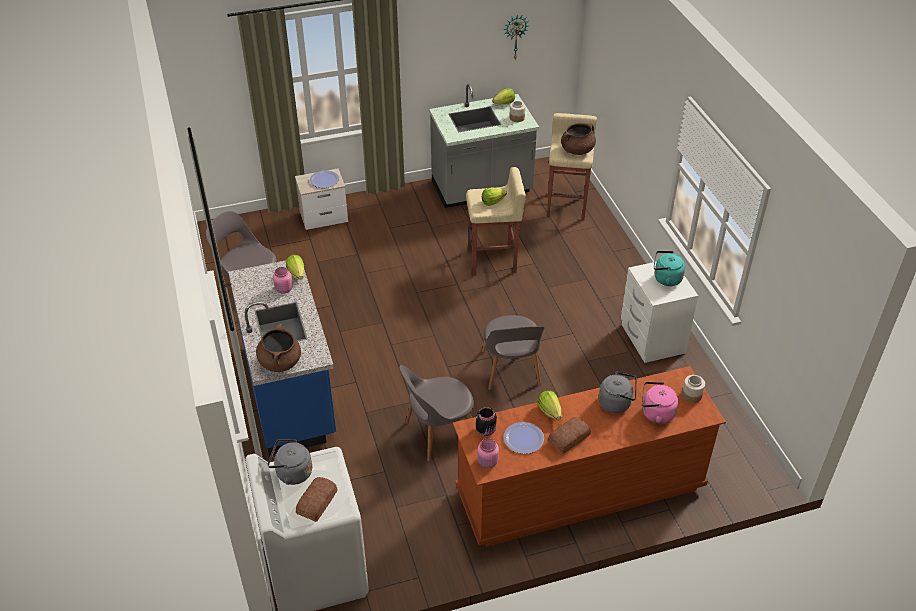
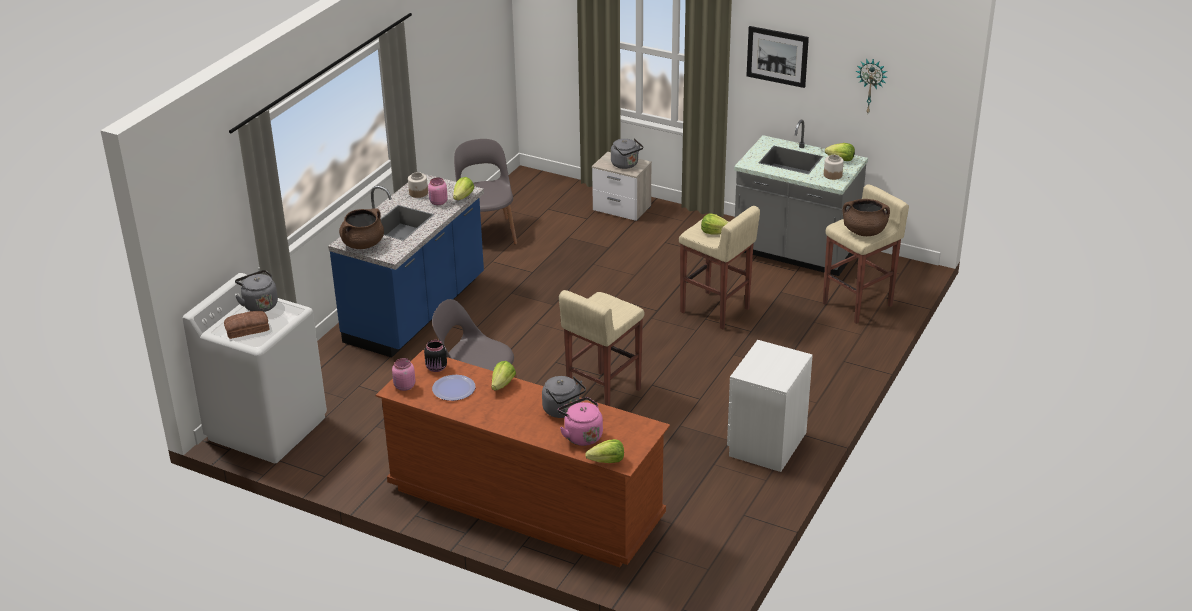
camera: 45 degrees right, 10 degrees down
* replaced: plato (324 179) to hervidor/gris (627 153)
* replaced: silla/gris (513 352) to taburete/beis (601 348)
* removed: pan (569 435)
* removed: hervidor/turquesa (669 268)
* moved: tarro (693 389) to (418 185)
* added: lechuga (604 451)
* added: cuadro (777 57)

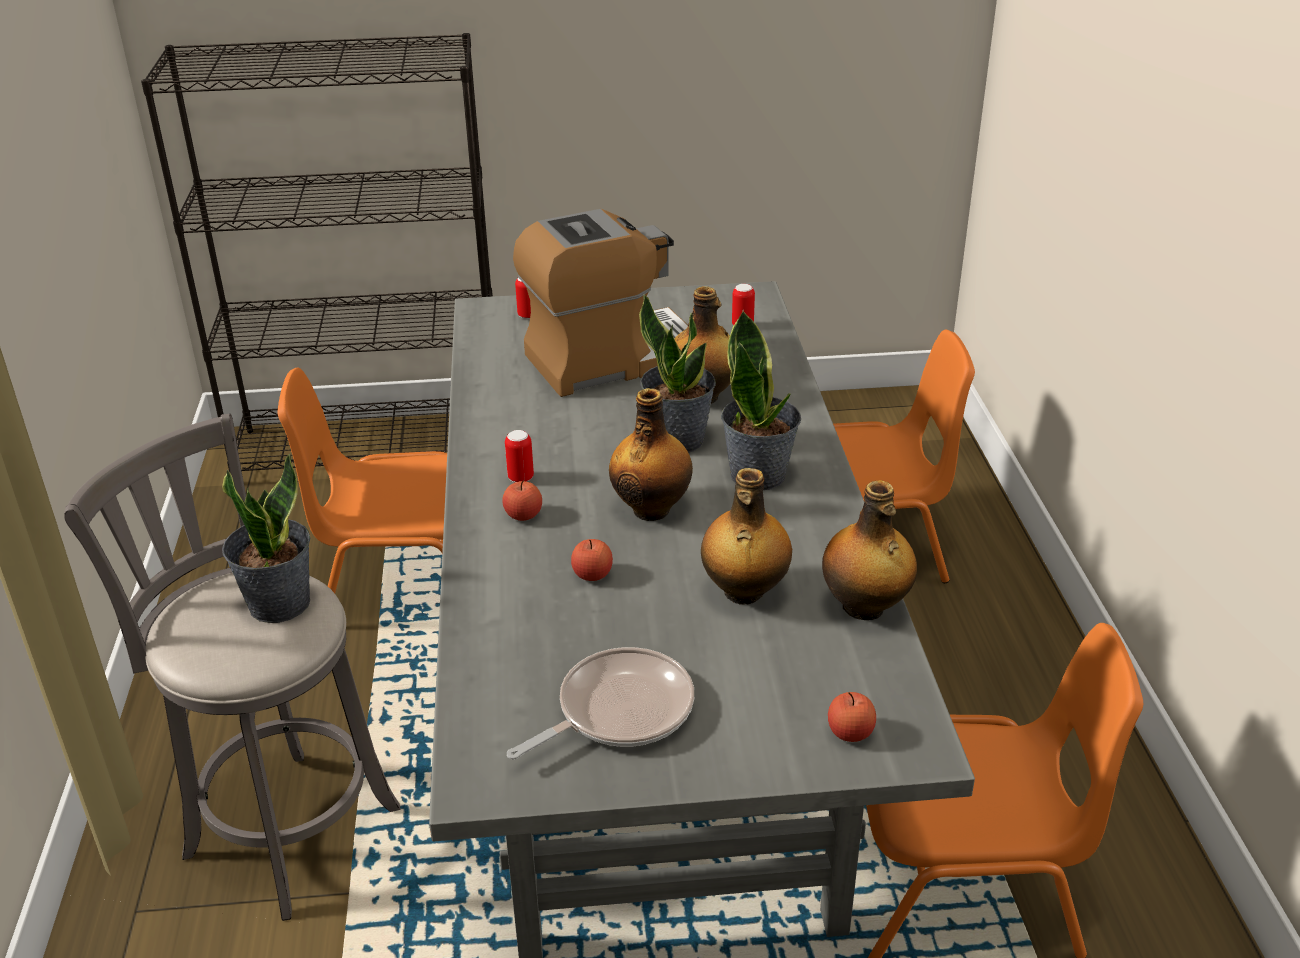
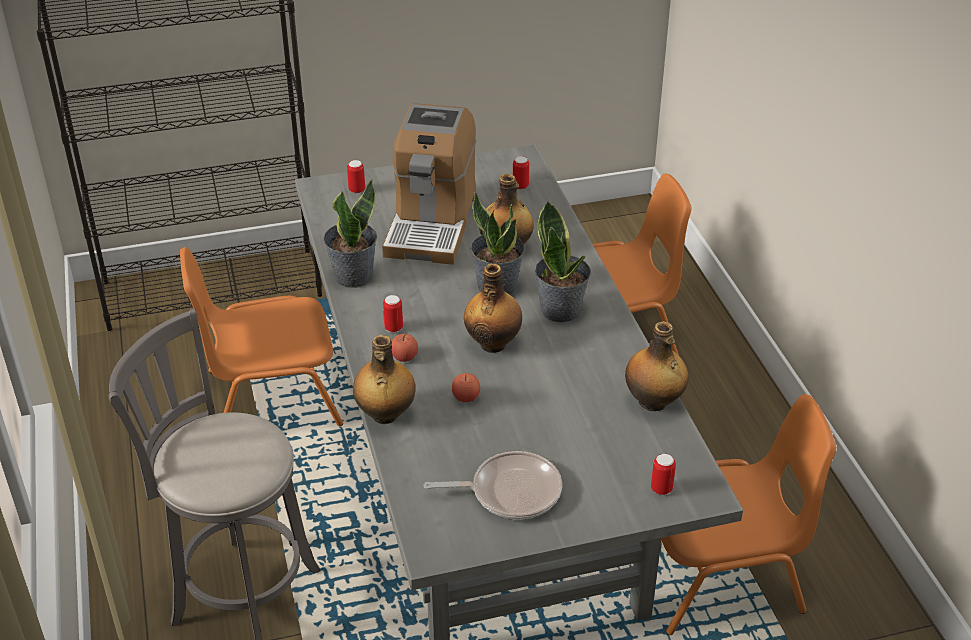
camera: 10 degrees left, 5 degrees up
* moved: planta en maceta (266 538) to (350 233)
* turned: sartén (600 703) = (493 485) 45 degrees clockwise
* turned: cafetera (600 303) = (429 184) 135 degrees clockwise
* moved: botella (746 536) to (384 379)
* replaced: manzana (852 717) to lata (663 474)

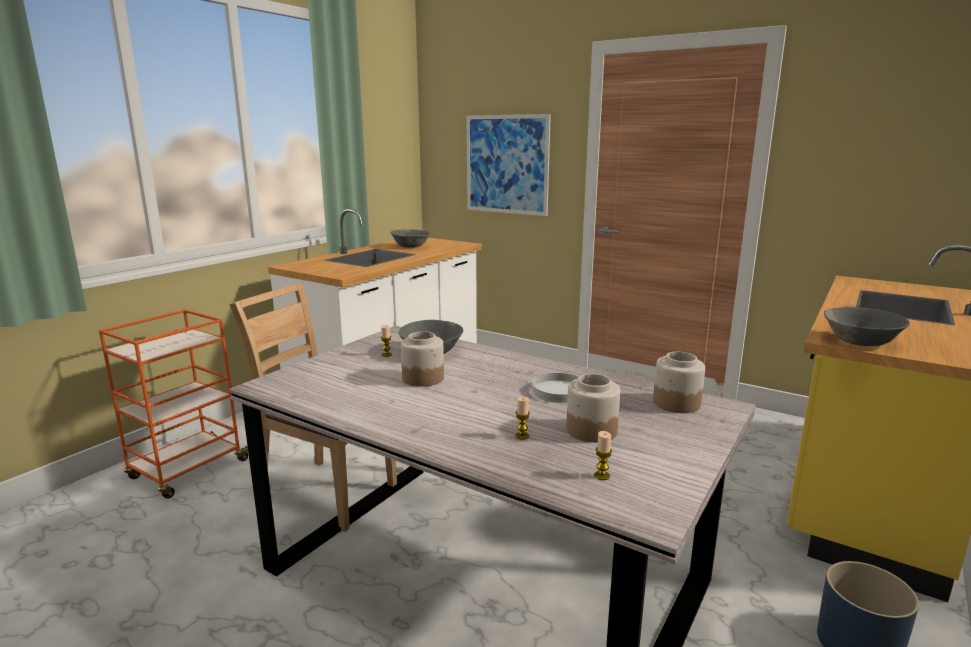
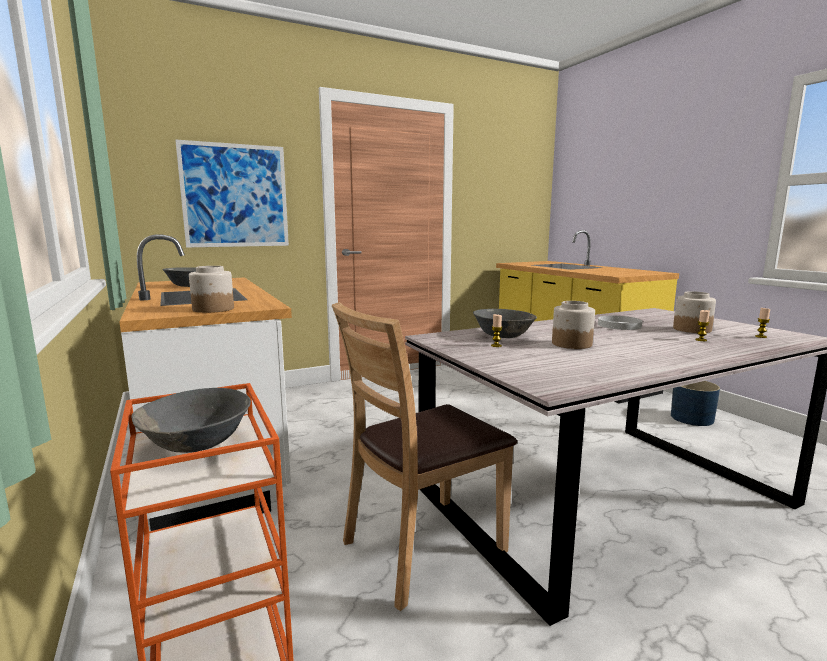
camera: 60 degrees left, 5 degrees down
* moved: tarro (679 382) to (211 289)
* moved: cuenco/gris (867 326) to (191 420)

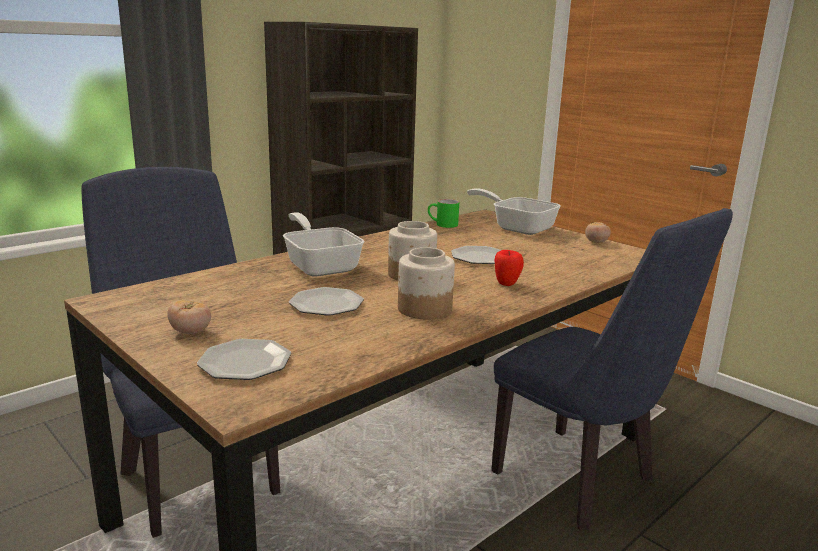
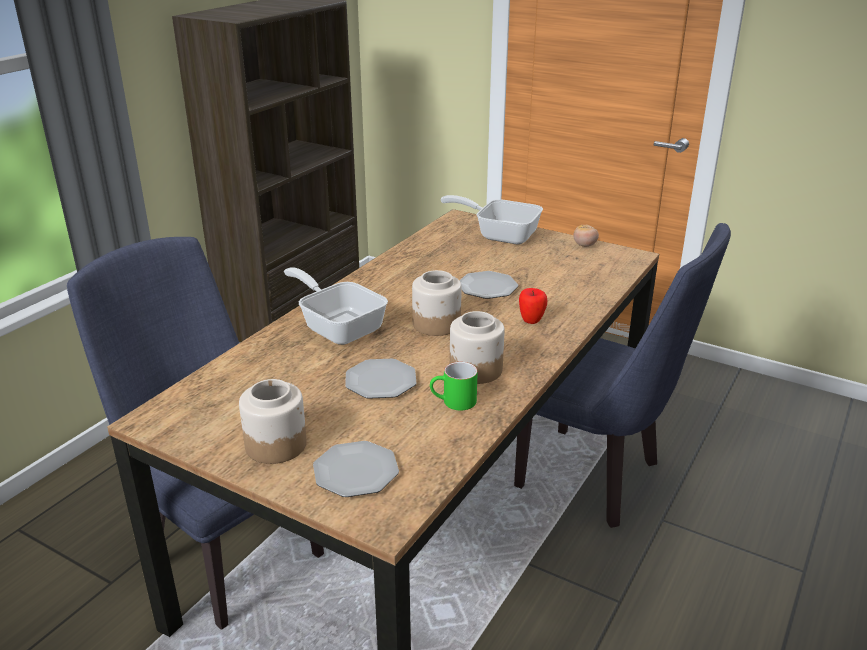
camera: 15 degrees left, 10 degrees up
* replaced: tomate (189 317) to tarro (273 421)
* moved: taza grande/verde (443 213) to (454 386)

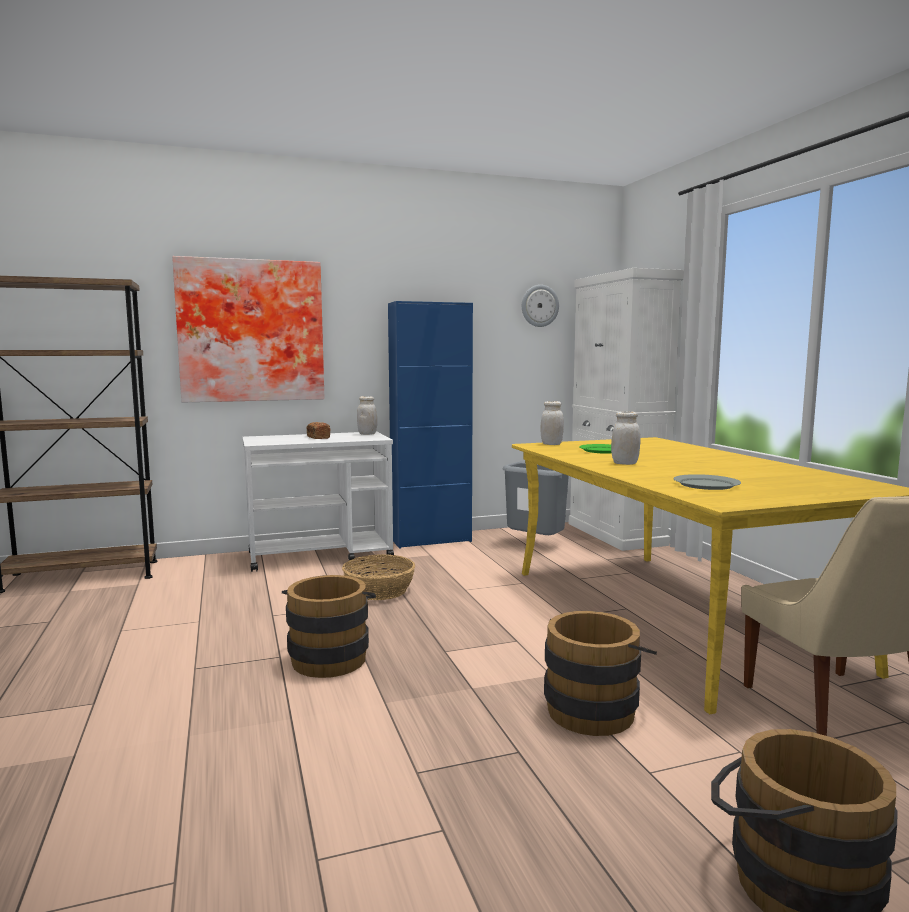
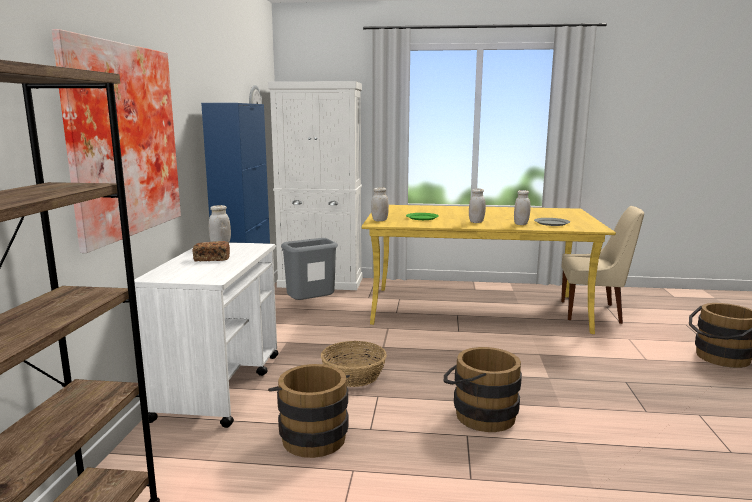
camera: 65 degrees left, 5 degrees up
* moved: cubo/marrón (600 673) to (309 411)
* added: tarro/blanco (522 207)

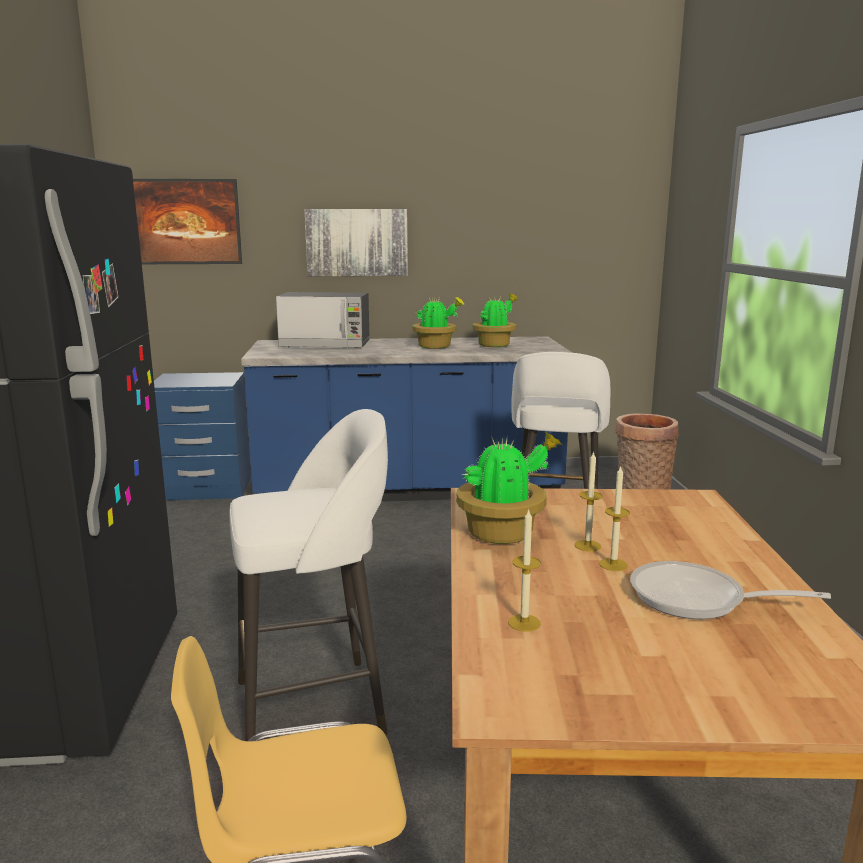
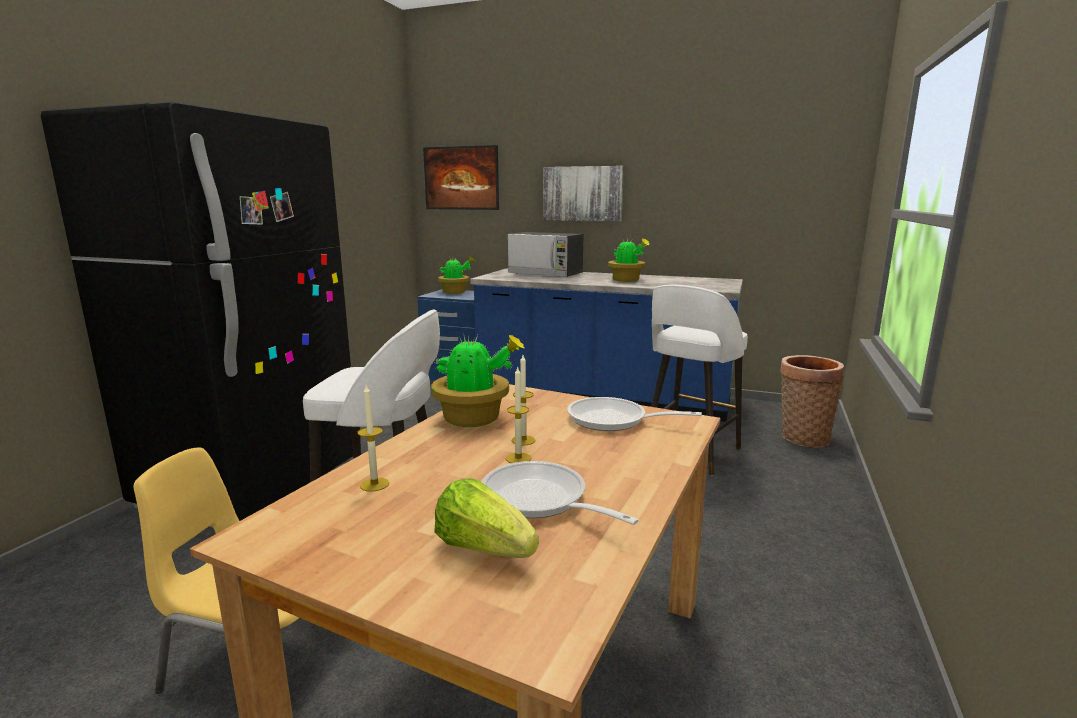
camera: 25 degrees right, 0 degrees up
* moved: planta en maceta (495 320) to (456 275)
* added: lechuga (486 518)
* added: sartén (634 414)

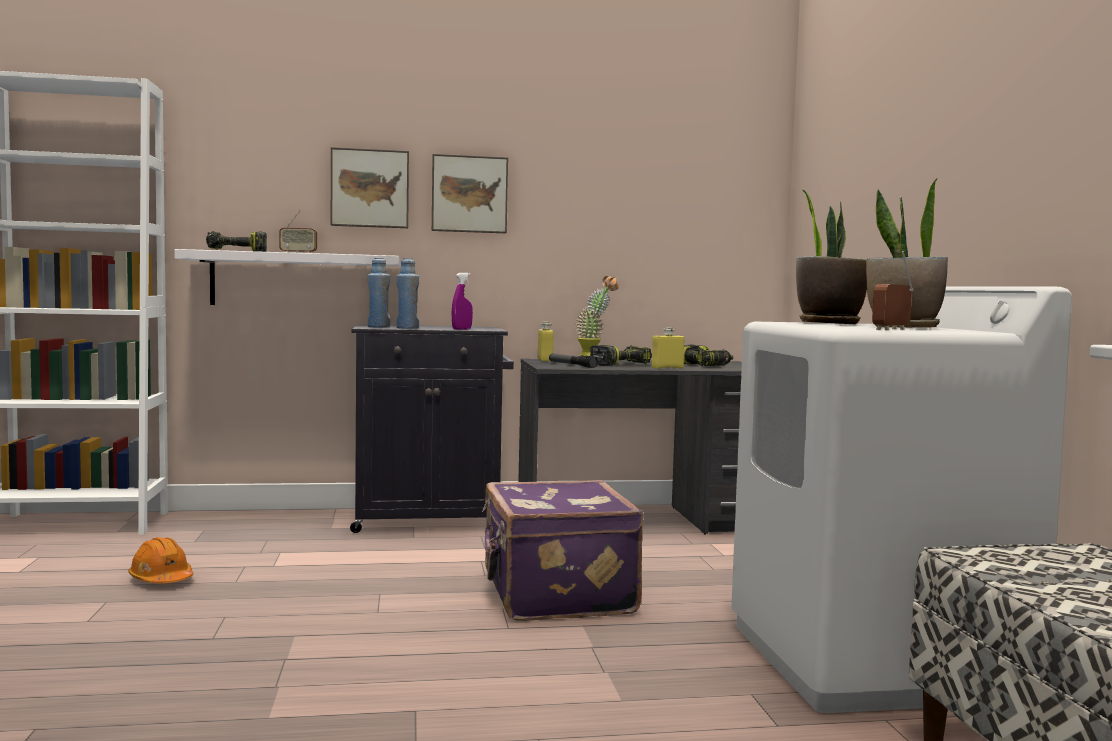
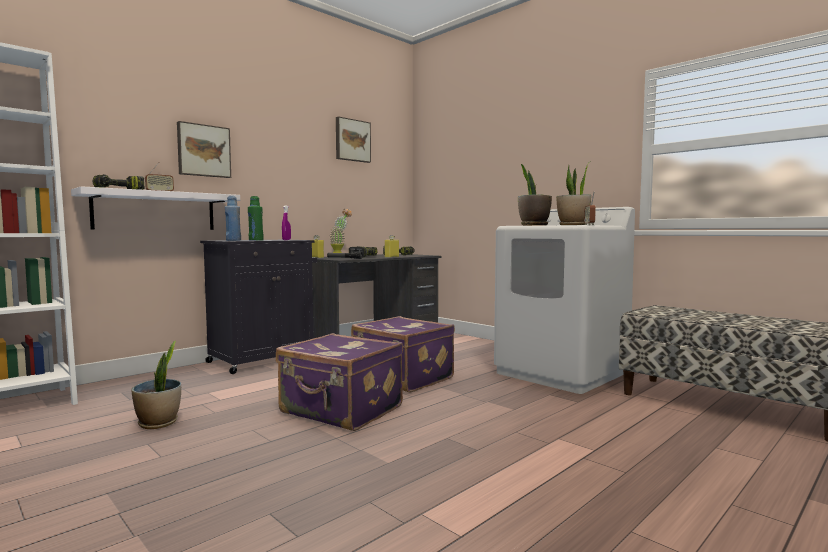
camera: 35 degrees left, 0 degrees up
* replaced: casco/naranja (160 560) to planta en maceta (156 385)
* recoloured: botella/azul (407 293) to botella/verde (256 218)
* moved: cuadro (470 193) to (353 139)
* added: maleta/morado (339 382)

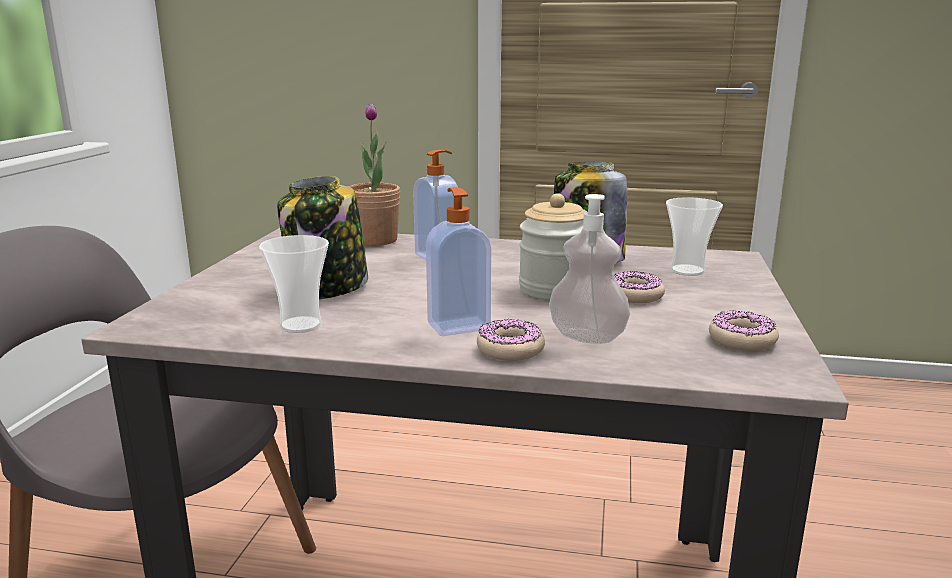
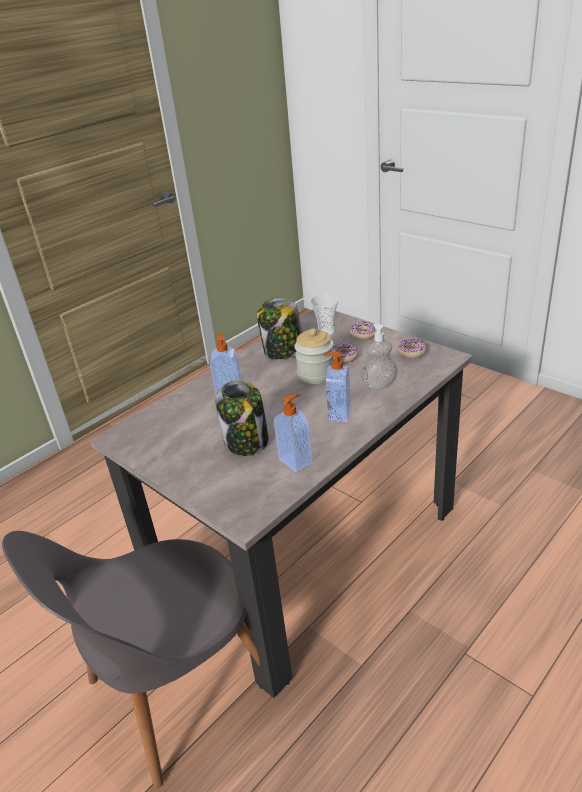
camera: 55 degrees left, 15 degrees up
* replaced: taza (294 284) to dispensador de jabón (293 433)
* removed: planta en maceta (374 174)
* moved: rosquilla (511 340) to (363 331)

